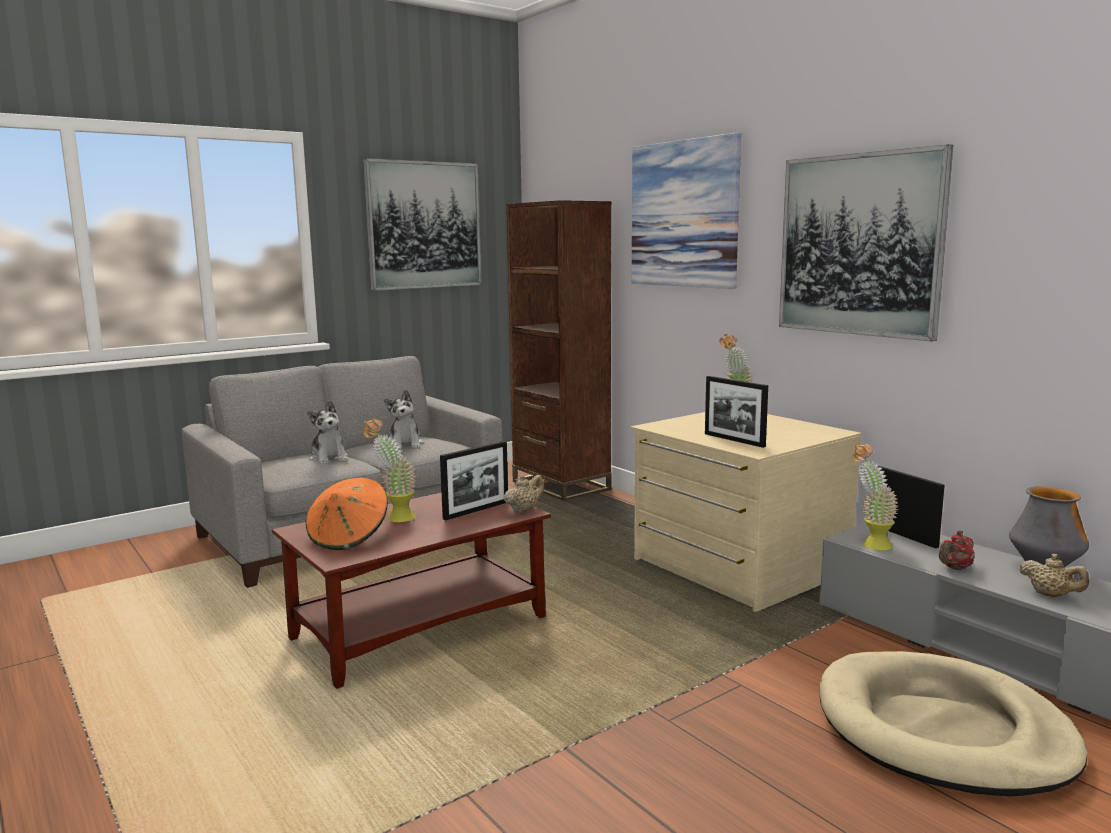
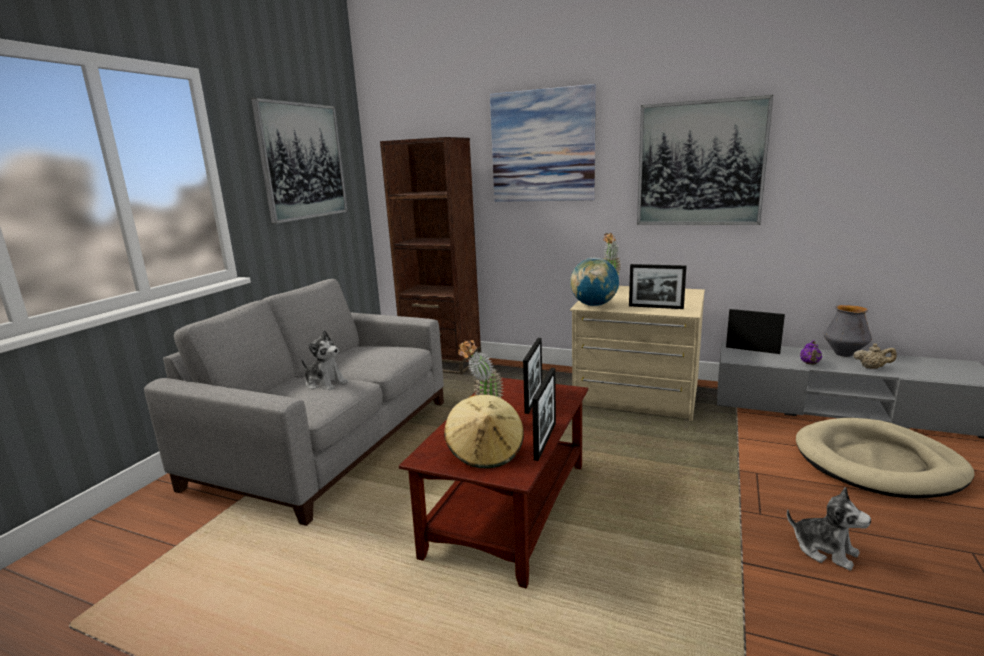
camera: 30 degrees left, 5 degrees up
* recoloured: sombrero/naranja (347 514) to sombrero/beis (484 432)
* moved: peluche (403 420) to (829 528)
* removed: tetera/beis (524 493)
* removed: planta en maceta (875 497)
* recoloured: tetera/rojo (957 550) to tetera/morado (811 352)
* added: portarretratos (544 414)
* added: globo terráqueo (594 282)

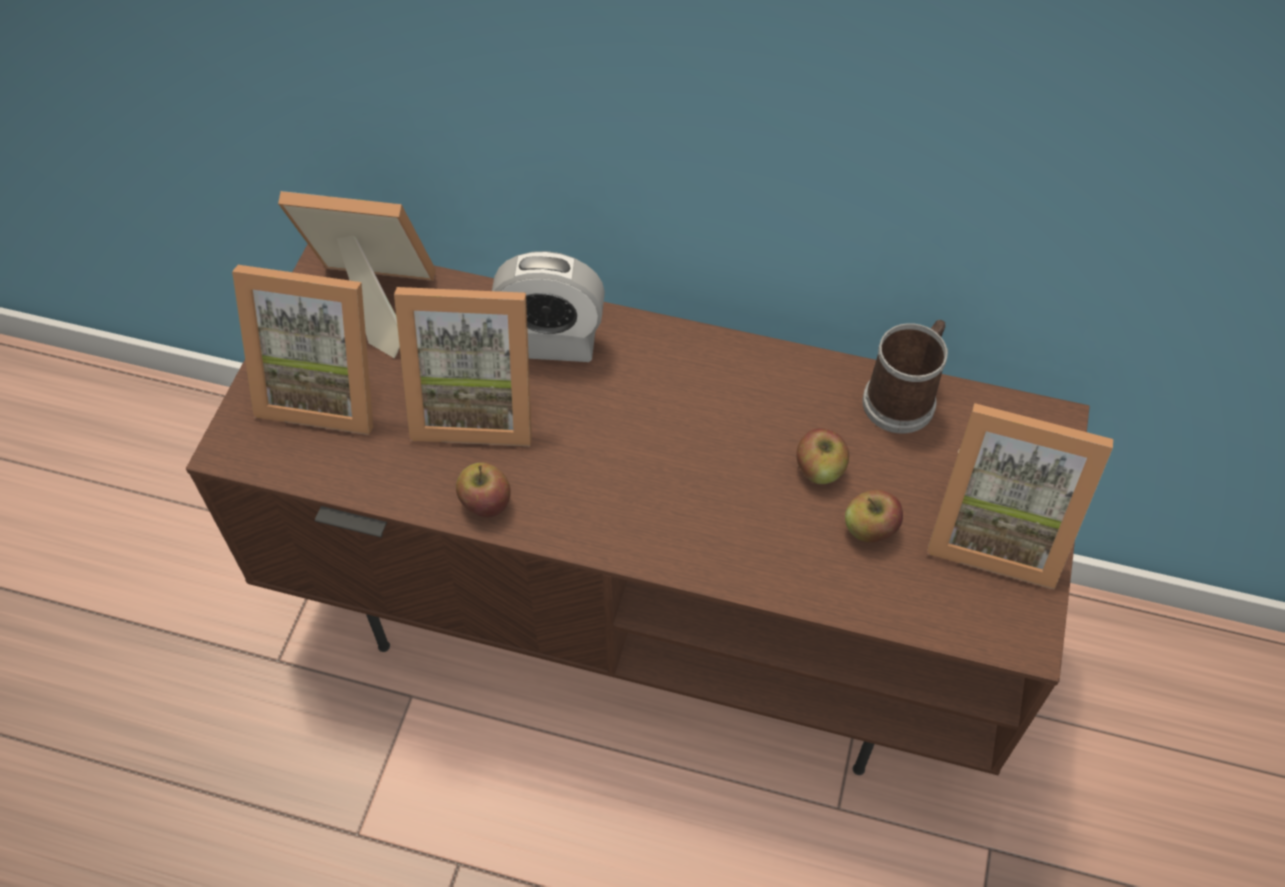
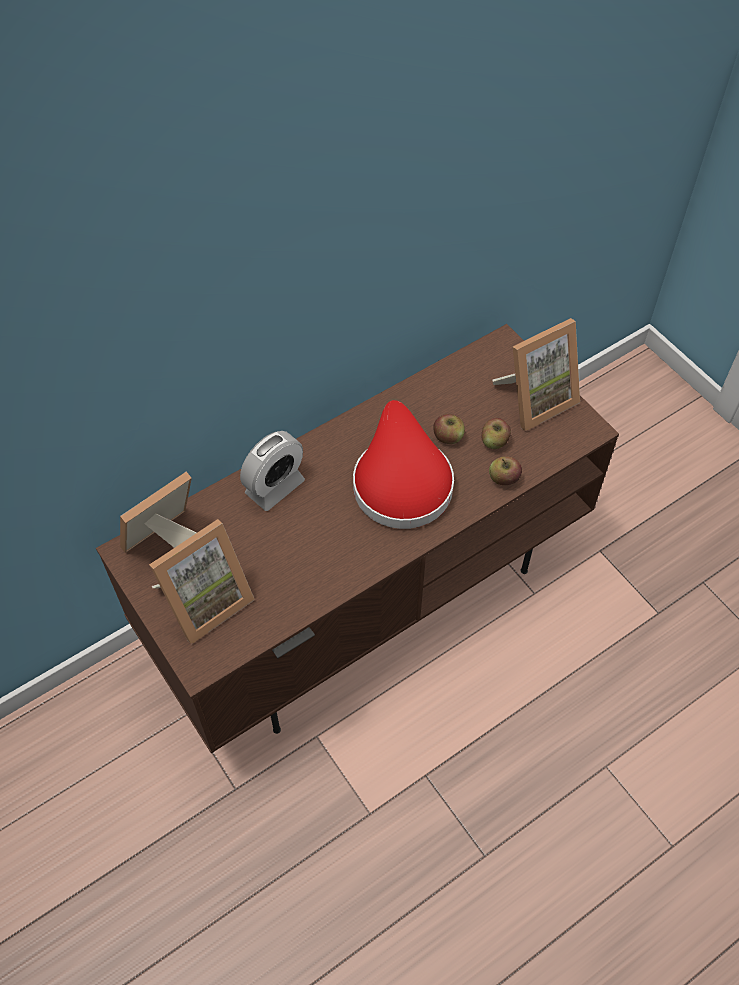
camera: 50 degrees left, 0 degrees up
* removed: portarretratos (463 366)
* moved: manzana (483 489) to (505 470)
* removed: taza grande (905 377)
* added: sombrero/rojo (403 464)

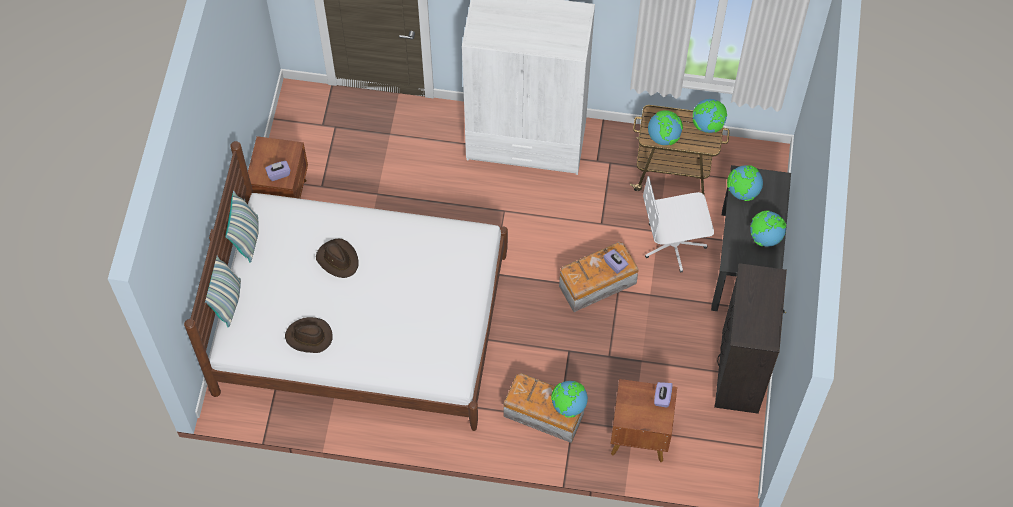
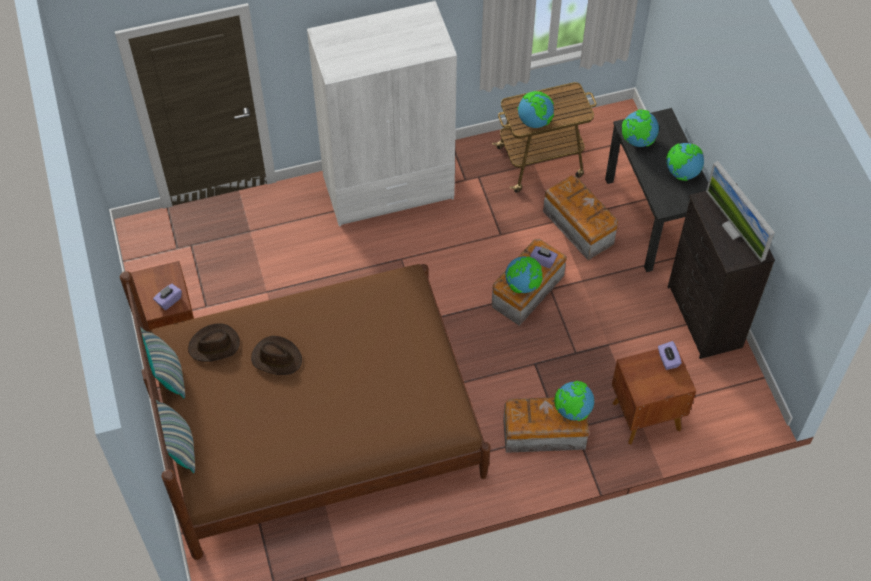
camera: 25 degrees left, 5 degrees down
* recoloured: cama/blanco (346 286) to cama/marrón (305 412)
* moved: sombrero/marrón (309 335) to (214 342)
* replaced: silla de oficina/blanco (678 224) to caja de almacenaje (580 217)
* moved: globo terráqueo (710 116) to (524 274)
* added: monitor (740 211)

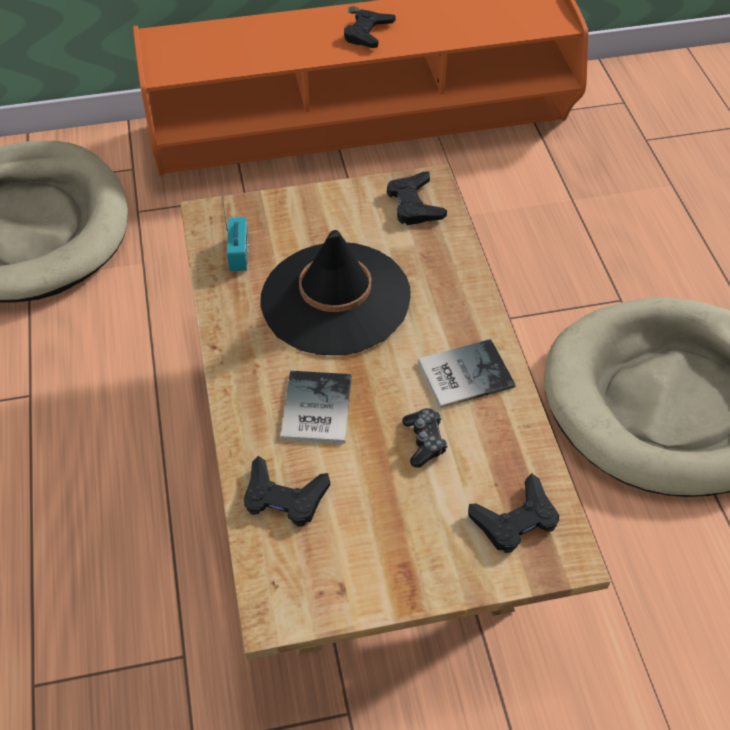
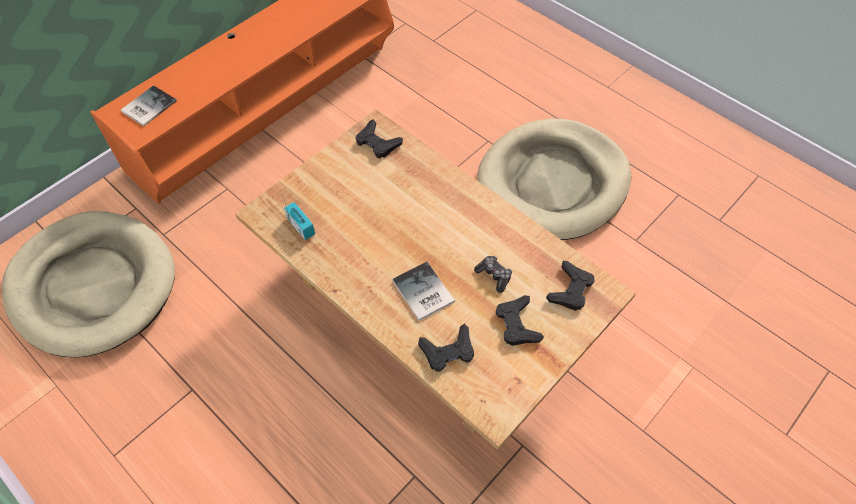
camera: 35 degrees left, 5 degrees up
* removed: sombrero/negro (335 292)
* moved: mando de consola/negro (370 28) to (520 320)
* moved: libro (466 373) to (149 105)

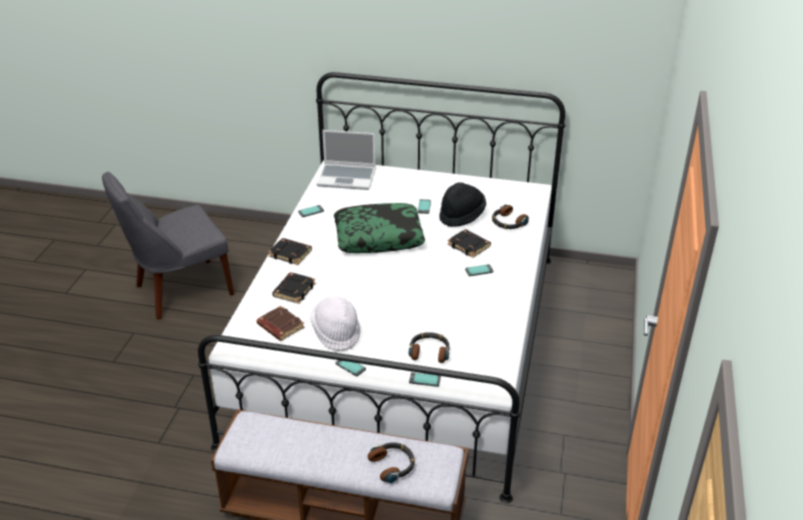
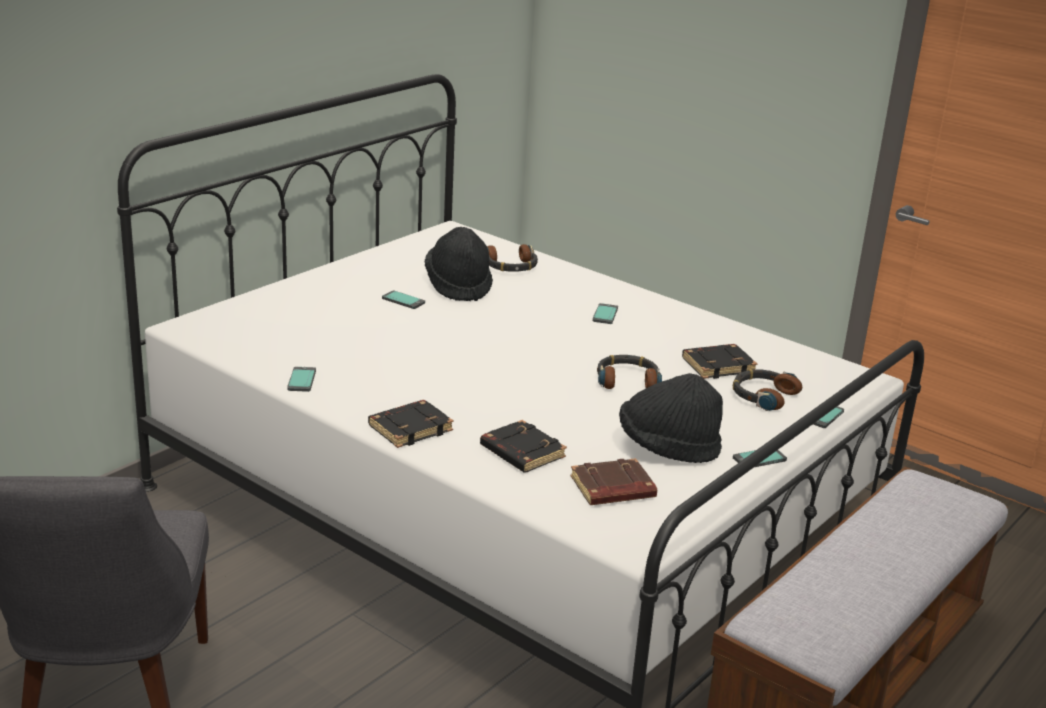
camera: 65 degrees left, 10 degrees down
* recoloured: sombrero/blanco (335 323) to sombrero/negro (671 418)
* removed: portátil (346 160)
* removed: cojín (379 228)
* moved: auriculares (391 462) to (629 372)
* moved: libro/negro (469 243) to (719 361)

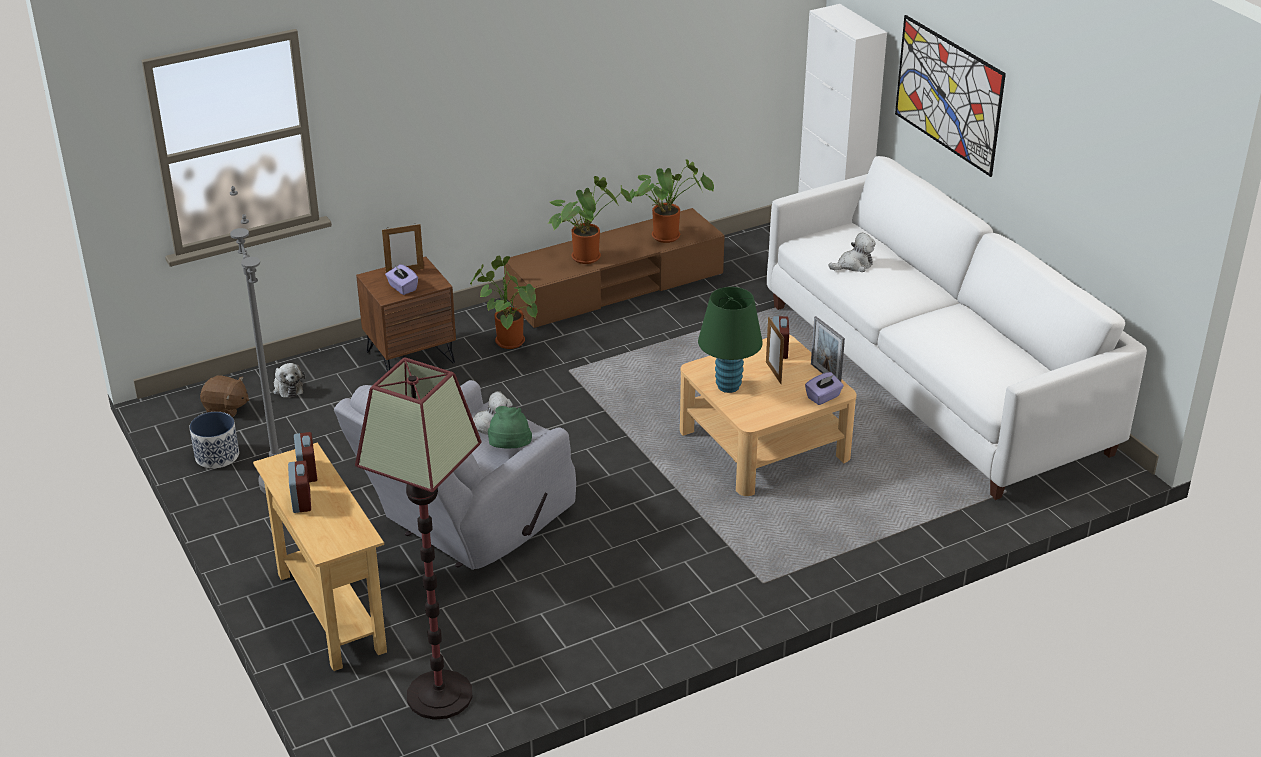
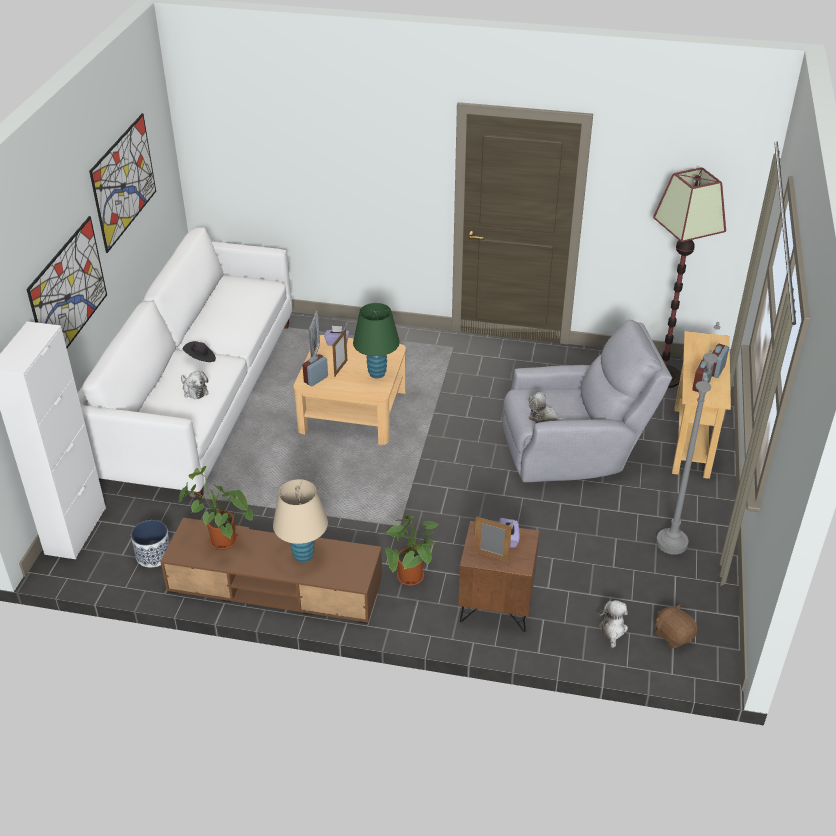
camera: 140 degrees left, 5 degrees up
* moved: maceta (214 440) to (150 543)
* removed: sombrero/verde (510 427)
* replaced: planta en maceta (589 220) to lámpara de mesa/beis (300 521)
* turned: peluche (852 252) = (194 385) 150 degrees counterclockwise
* added: cuadro (122 183)
* added: sombrero/negro (199 351)

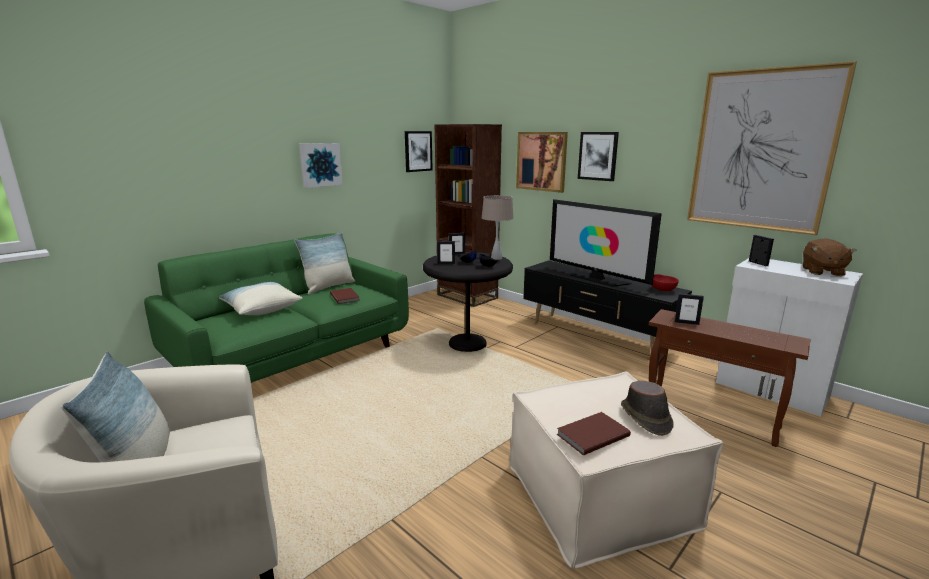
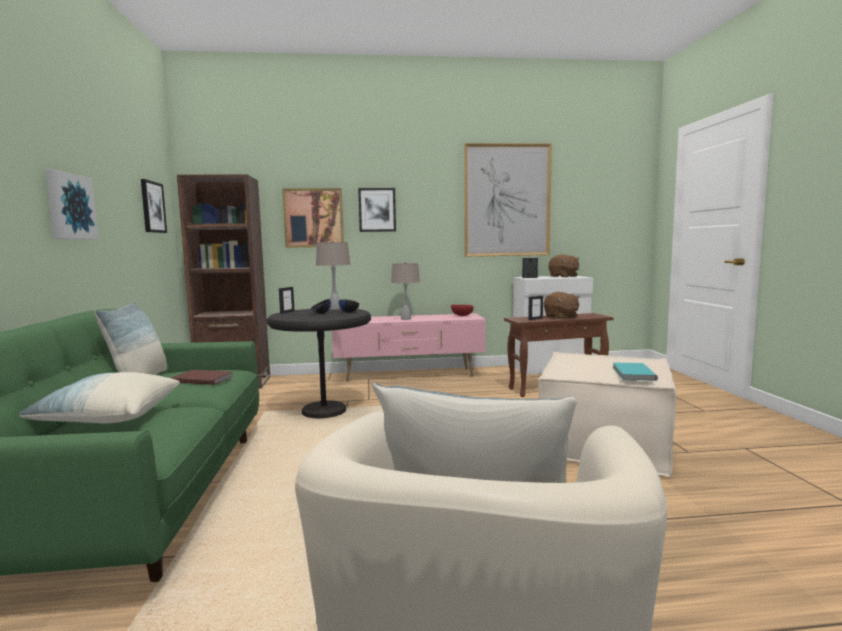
camera: 50 degrees left, 10 degrees down
* removed: portarretratos (446 252)
* recoloured: mueble de televisión/negro (607 305) to mueble de televisión/rosa (409 347)
* replaced: televisor (606 243) to lámpara de mesa/beis (405 291)
* recoloured: libro/marrón (594 433) to libro/turquesa (635 371)
* removed: sombrero/marrón (647 408)
* added: peluche/marrón (562 305)

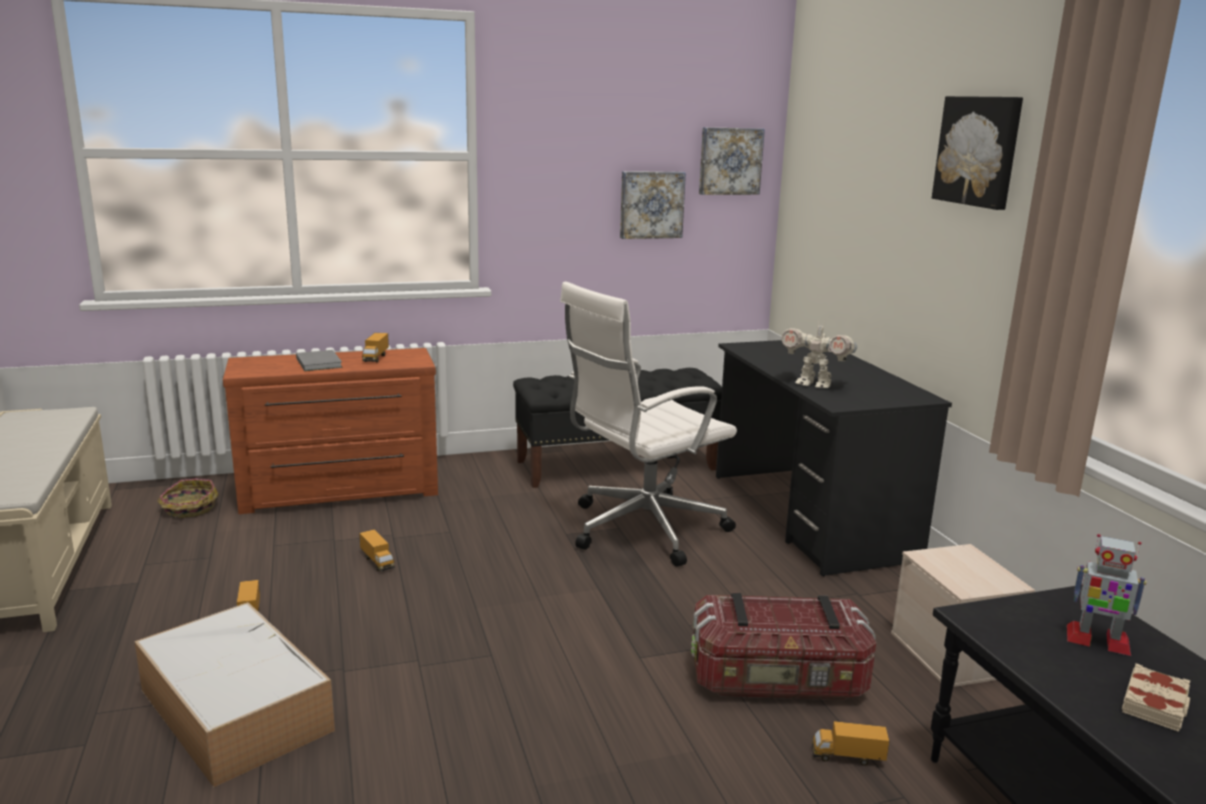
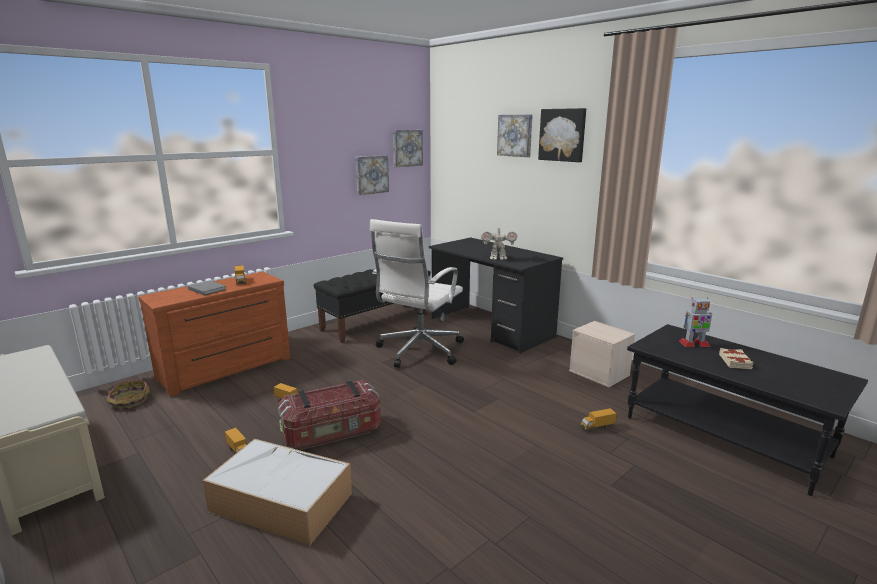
camera: 25 degrees left, 0 degrees up
* moved: caja de almacenaje (783 646) to (329 415)
* added: cuadro (515 136)

